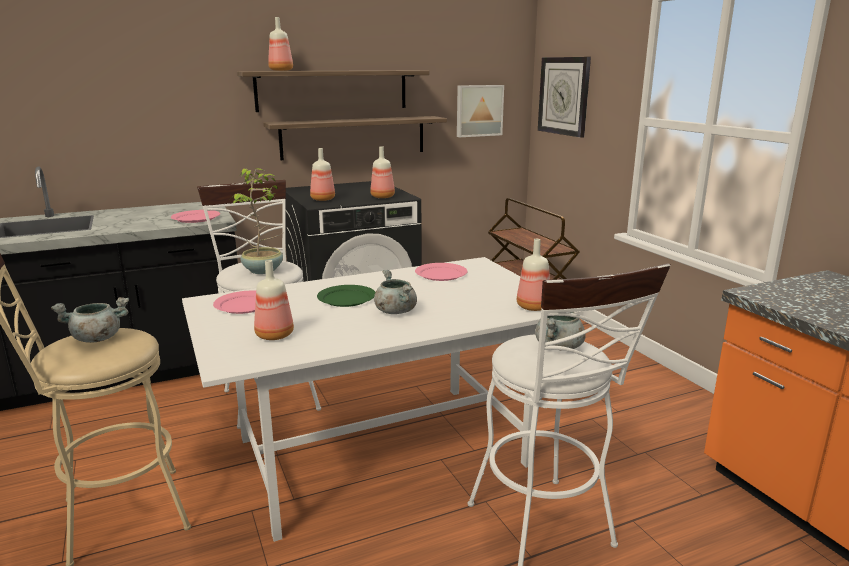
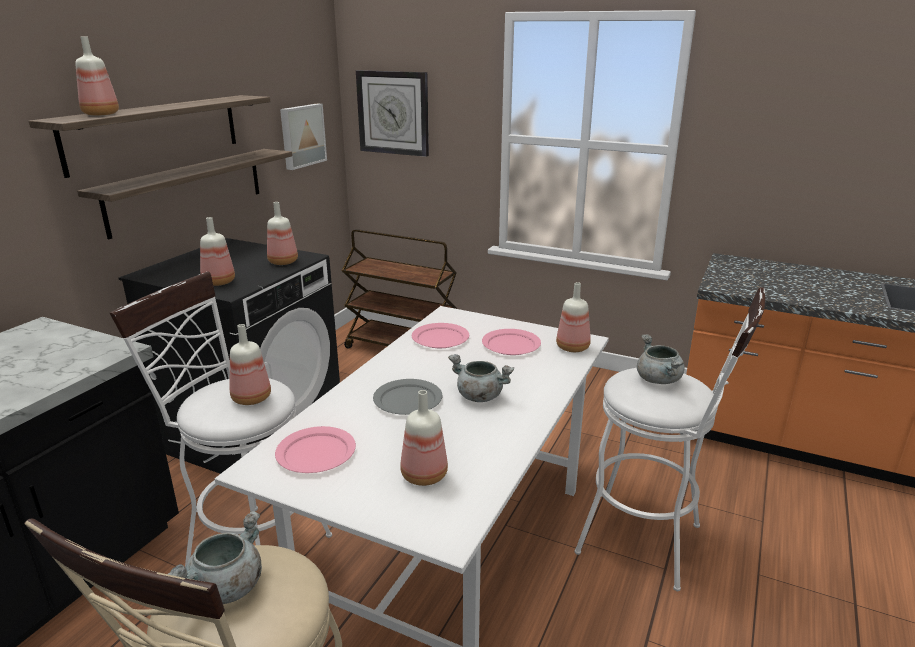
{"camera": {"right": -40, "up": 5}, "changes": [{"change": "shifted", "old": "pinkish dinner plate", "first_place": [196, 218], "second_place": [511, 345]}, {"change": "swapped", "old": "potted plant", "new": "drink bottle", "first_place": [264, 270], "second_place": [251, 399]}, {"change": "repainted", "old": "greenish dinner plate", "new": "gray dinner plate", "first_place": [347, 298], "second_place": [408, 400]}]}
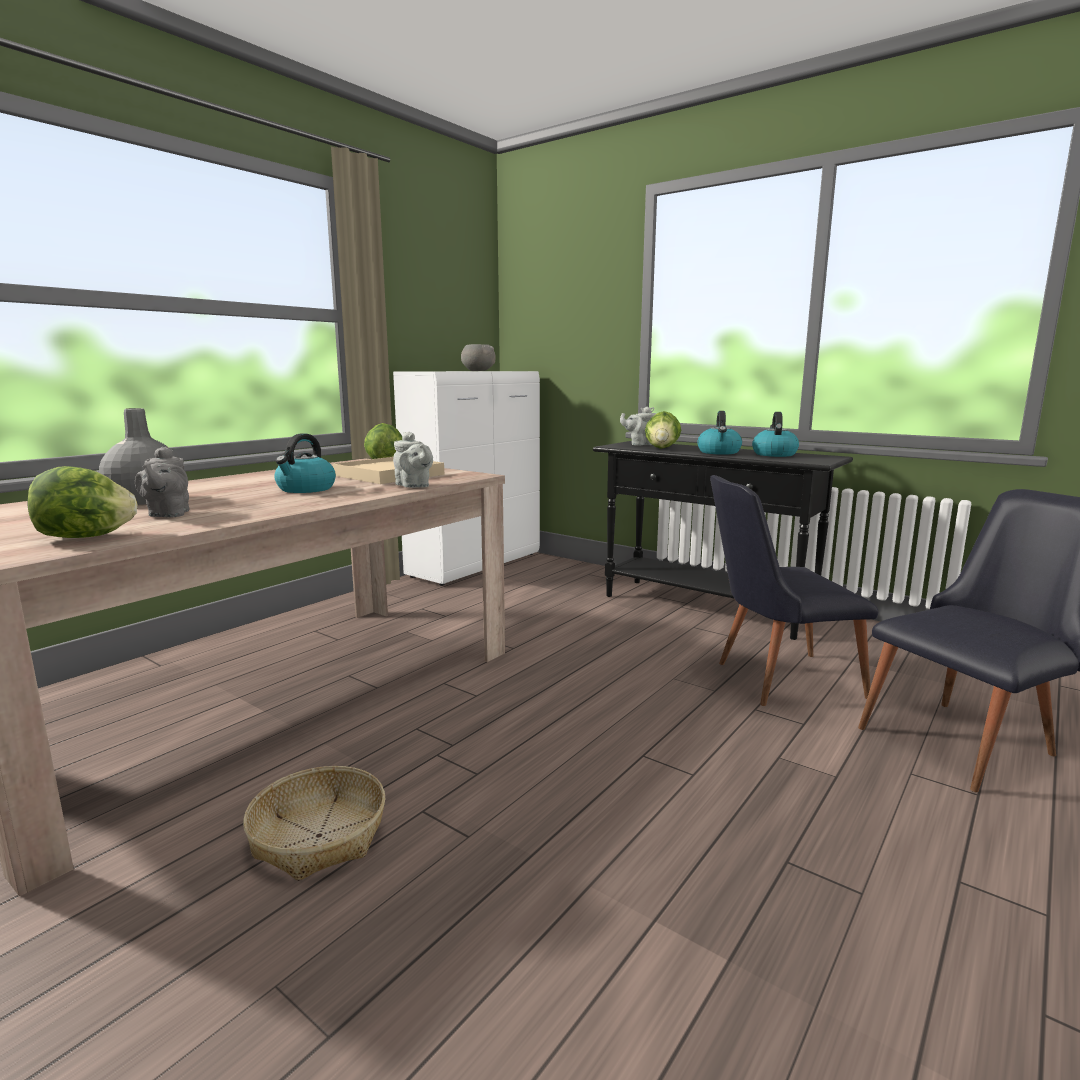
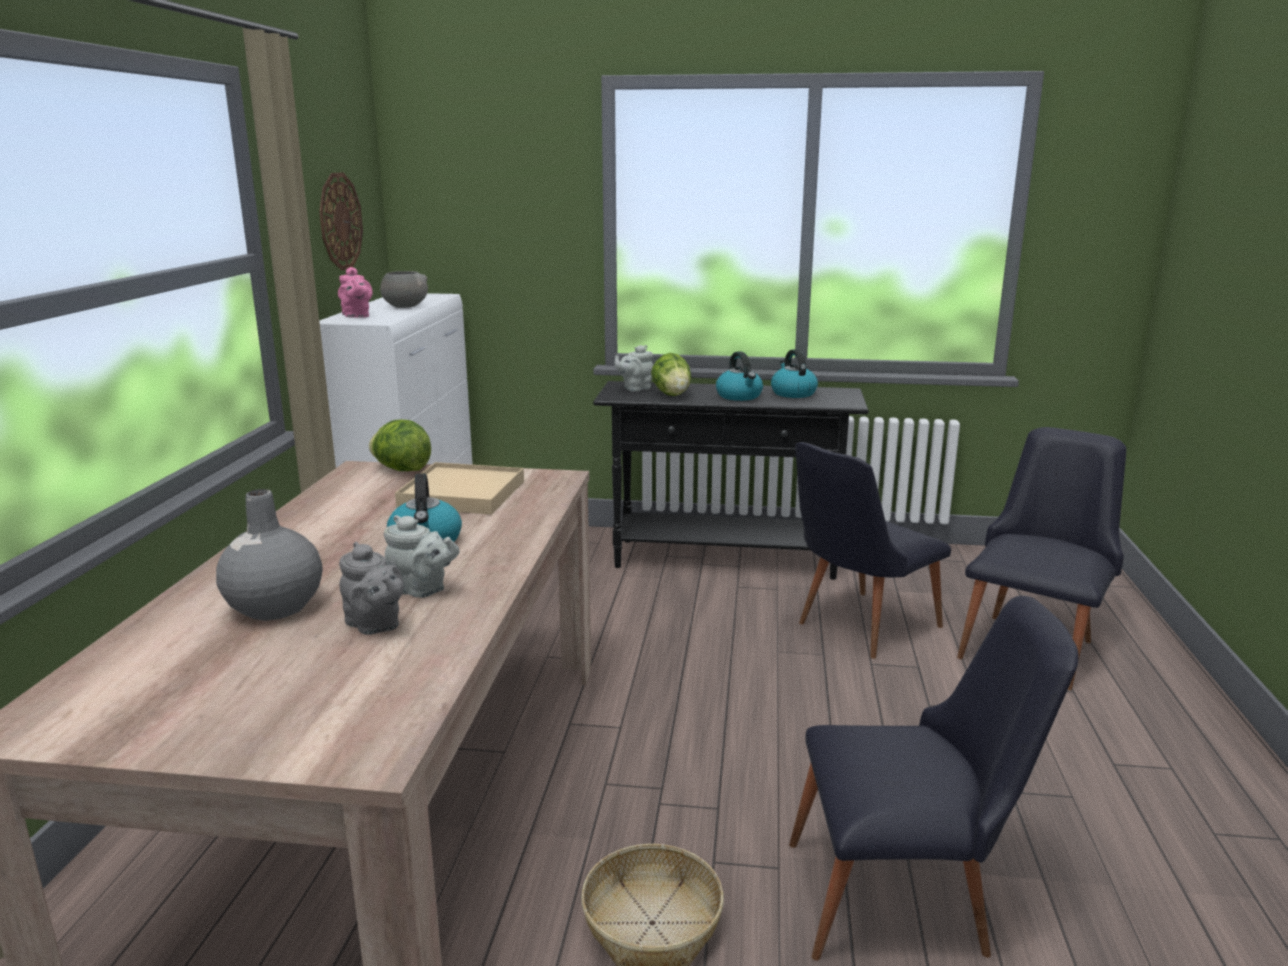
{"camera": {"right": -30, "up": 5}, "changes": [{"change": "gone", "old": "lettuce", "first_place": [86, 537]}, {"change": "new", "new": "clock on the wall", "second_place": [340, 221]}, {"change": "new", "new": "pinkish teapot", "second_place": [356, 316]}, {"change": "new", "new": "black chair", "second_place": [907, 901]}, {"change": "shifted", "old": "gray teapot", "first_place": [414, 486], "second_place": [421, 590]}]}
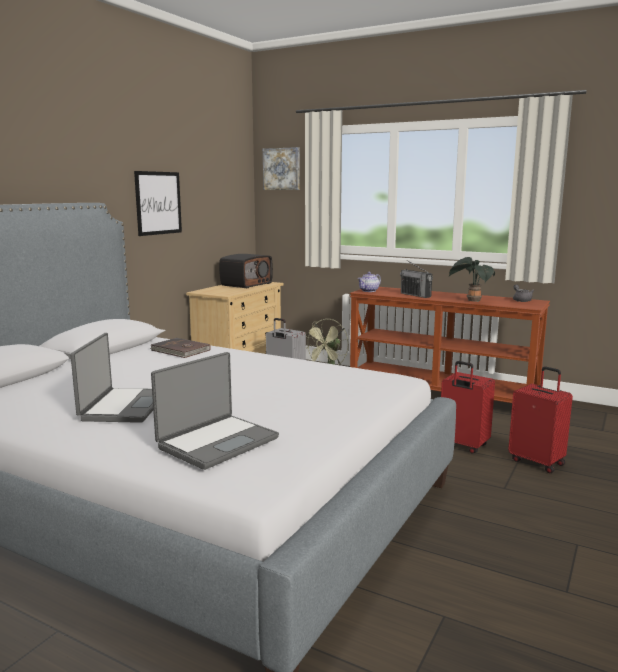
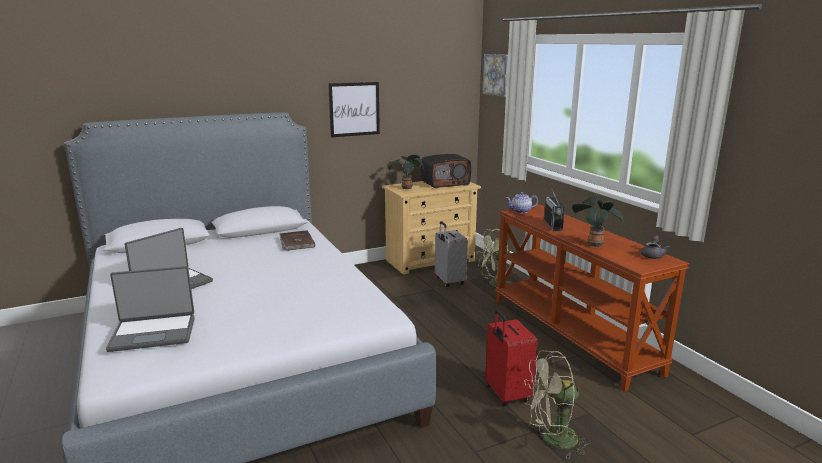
{"camera": {"right": 35, "up": 5}, "changes": [{"change": "new", "new": "potted plant", "second_place": [407, 188]}, {"change": "swapped", "old": "red-coloured travel case", "new": "beige cooling fan", "first_place": [537, 462], "second_place": [552, 440]}]}
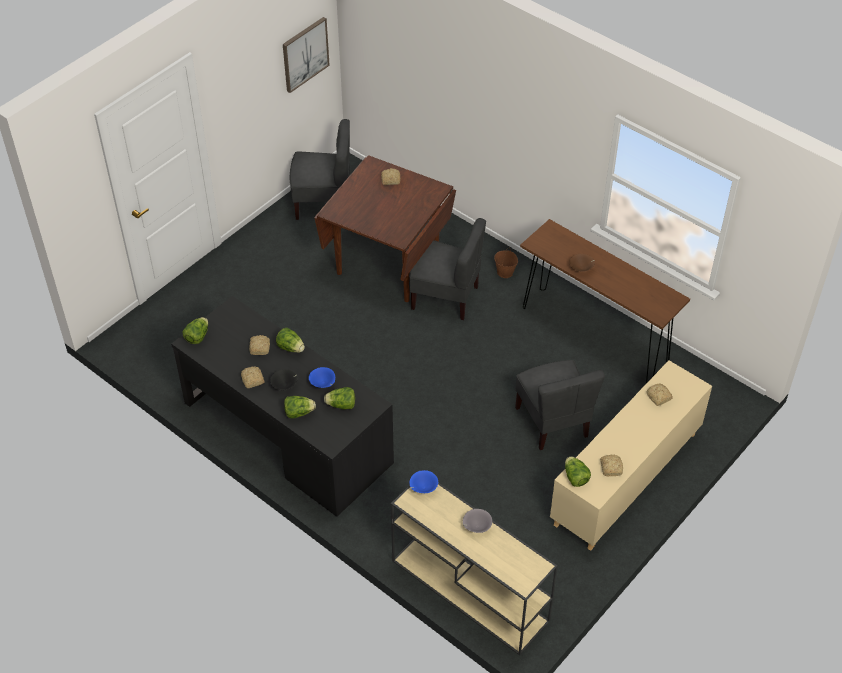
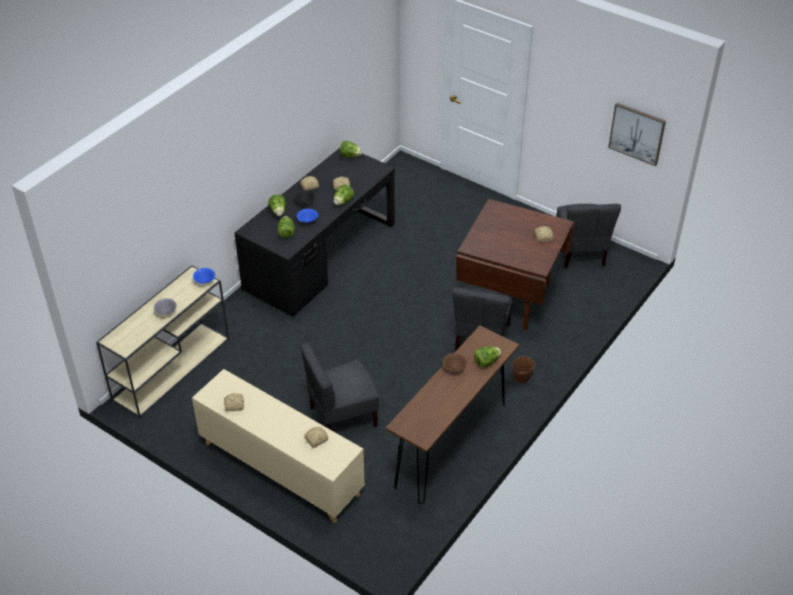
{"camera": {"right": 85, "up": -5}, "changes": [{"change": "shifted", "old": "lettuce", "first_place": [575, 477], "second_place": [486, 362]}]}
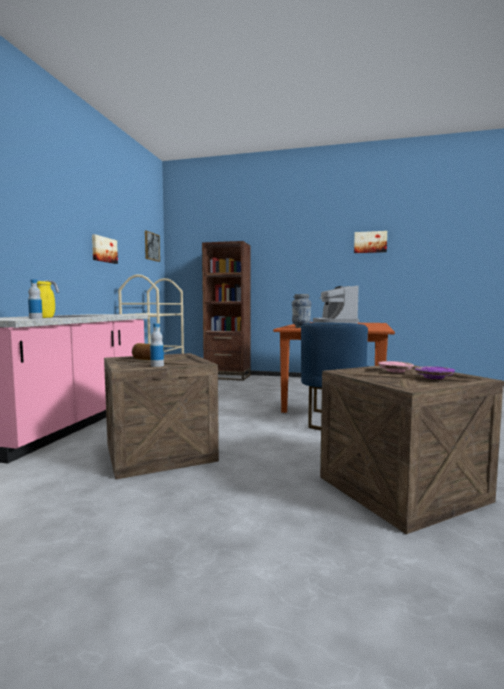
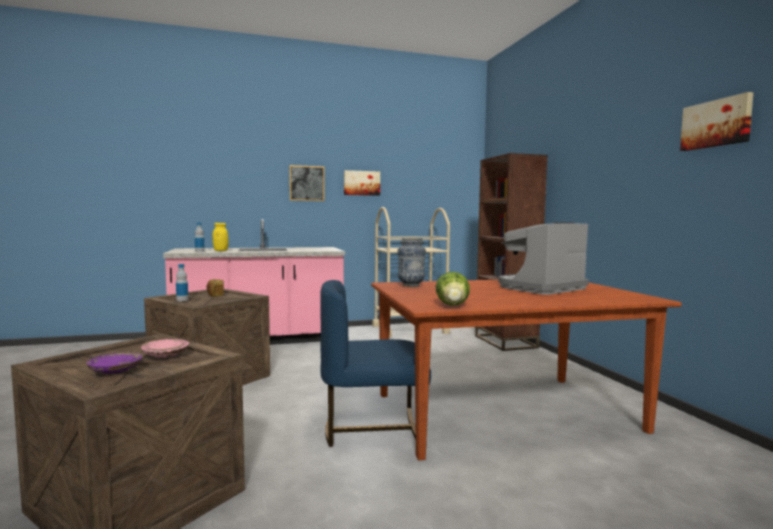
{"camera": {"right": 60, "up": 0}, "changes": [{"change": "new", "new": "lettuce", "second_place": [453, 306]}, {"change": "shifted", "old": "wall picture", "first_place": [151, 246], "second_place": [307, 183]}]}
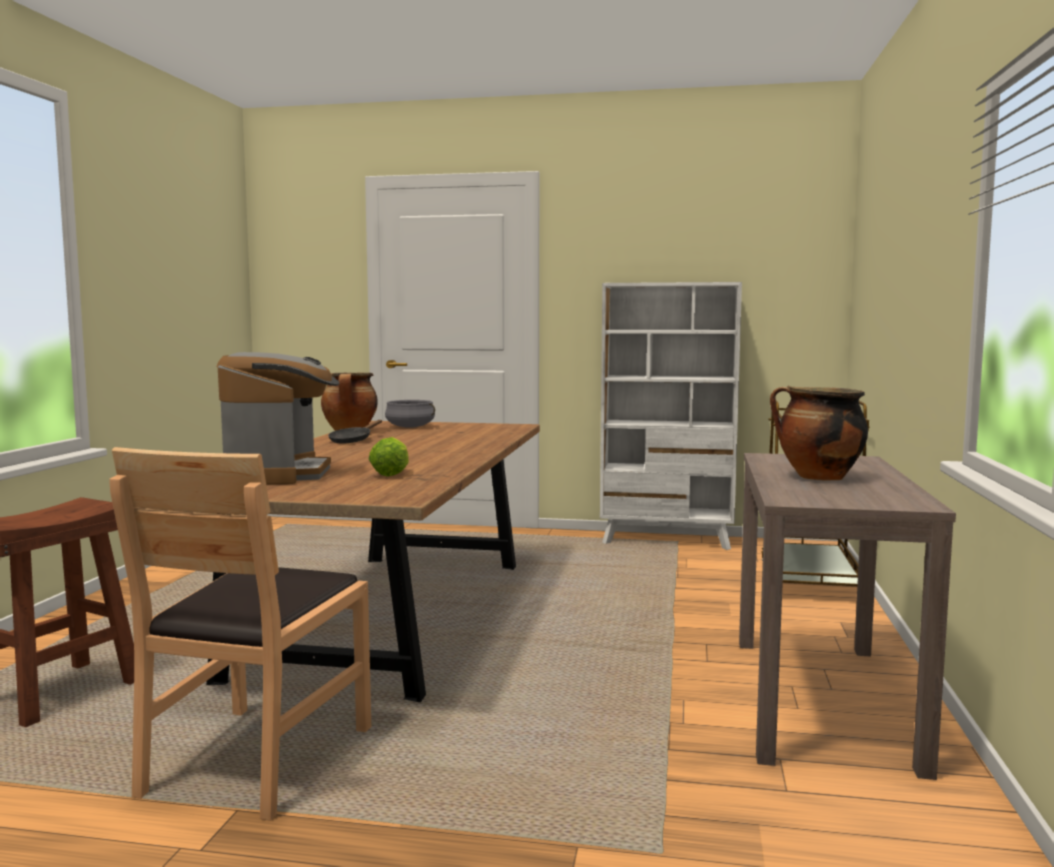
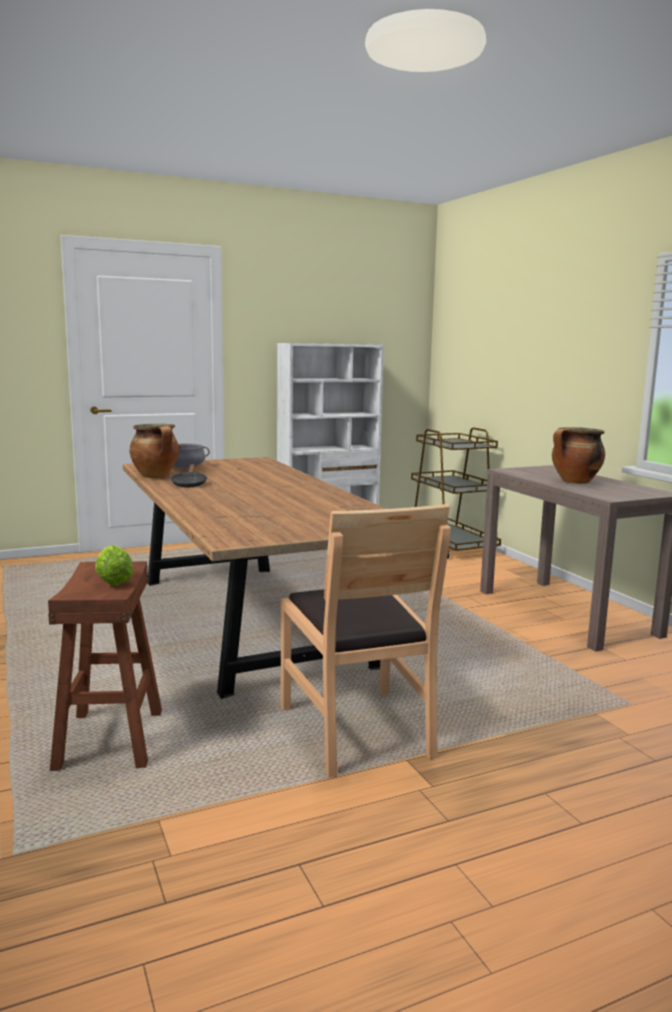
{"camera": {"right": -35, "up": 5}, "changes": [{"change": "gone", "old": "coffee brewer", "first_place": [280, 474]}, {"change": "shifted", "old": "lettuce", "first_place": [392, 474], "second_place": [113, 580]}]}
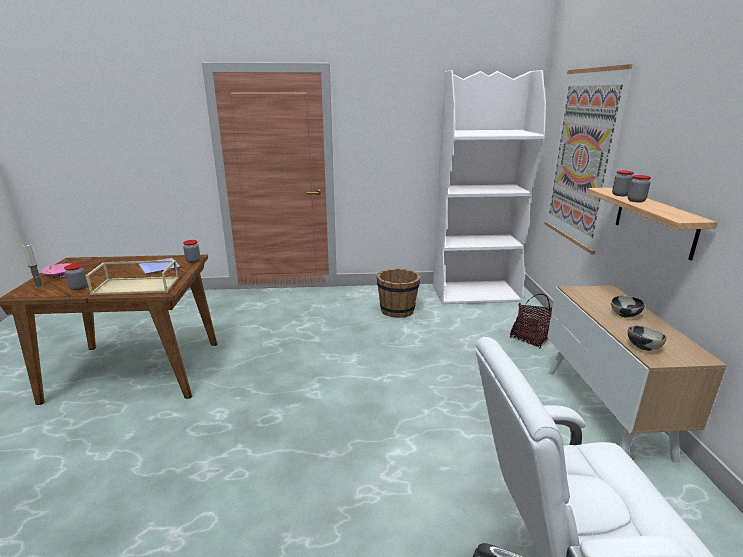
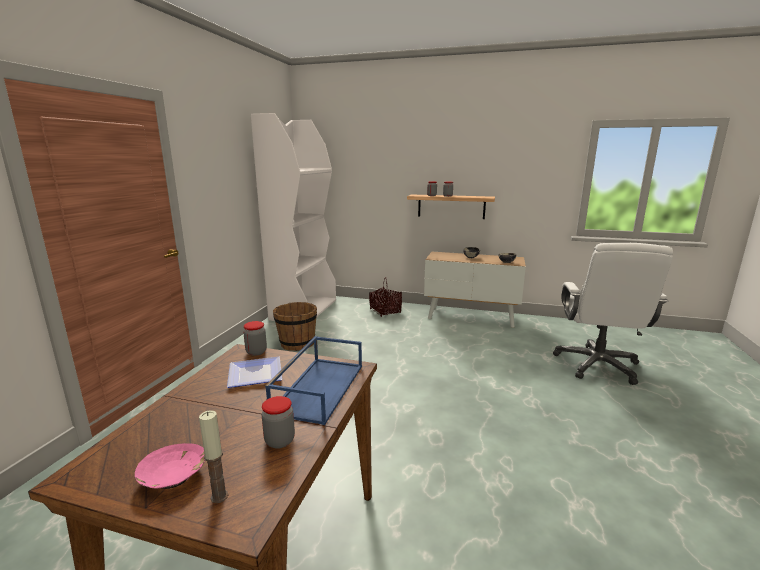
{"camera": {"right": -70, "up": -5}, "changes": [{"change": "gone", "old": "wall picture", "first_place": [582, 158]}, {"change": "repainted", "old": "beige tray", "new": "bluish tray", "first_place": [137, 285], "second_place": [319, 387]}]}
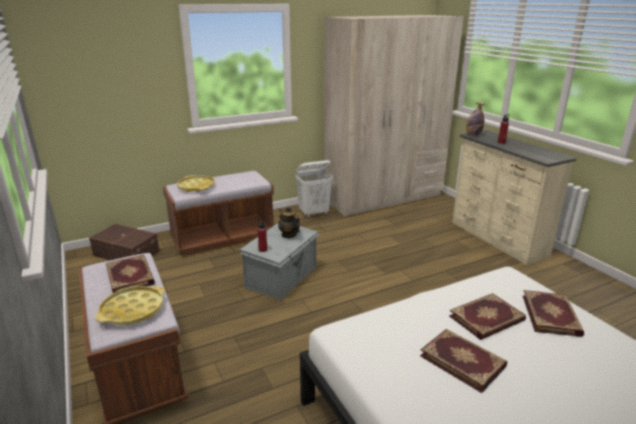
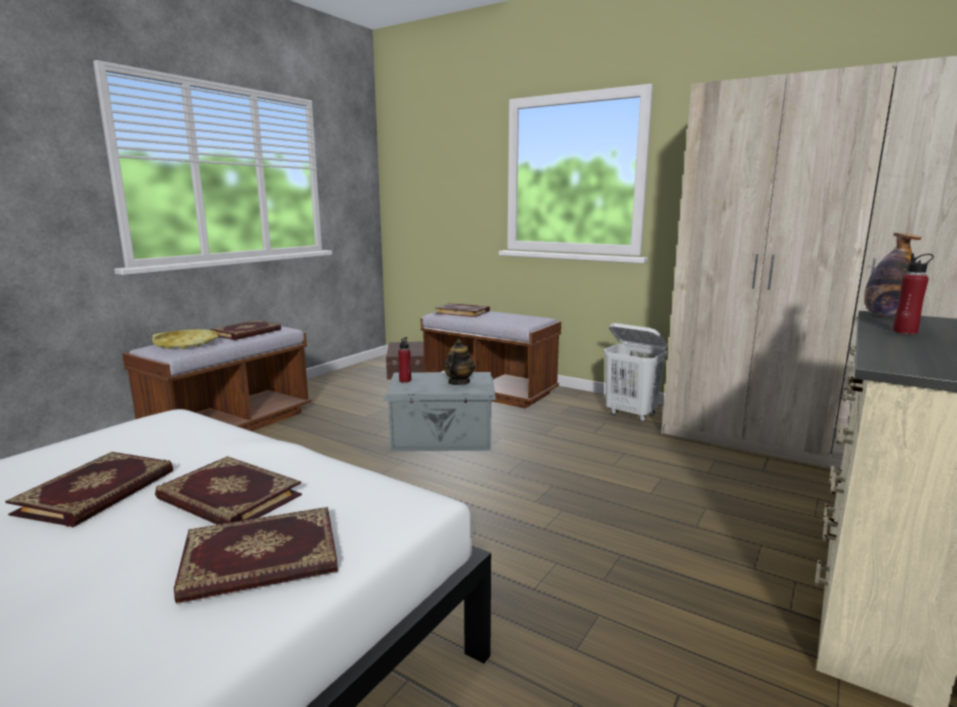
{"camera": {"right": 60, "up": -10}, "changes": [{"change": "swapped", "old": "yellow tray", "new": "bound book", "first_place": [196, 187], "second_place": [463, 312]}]}
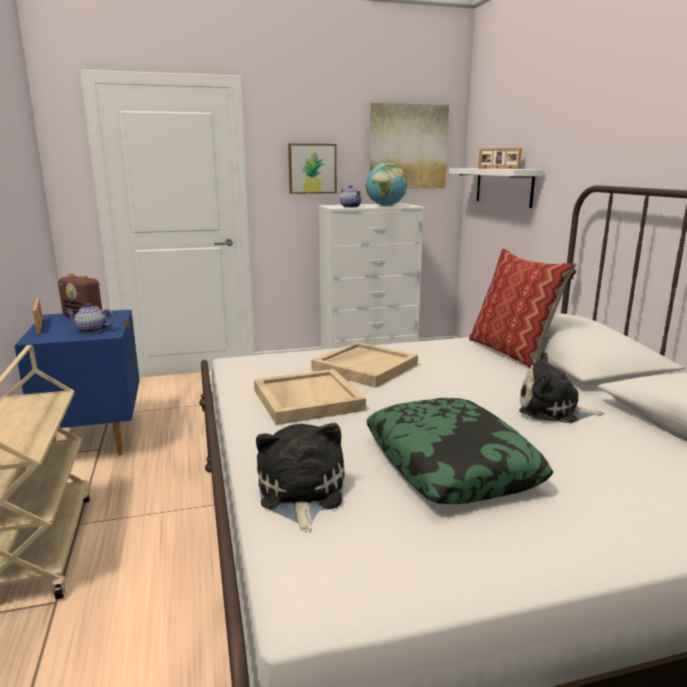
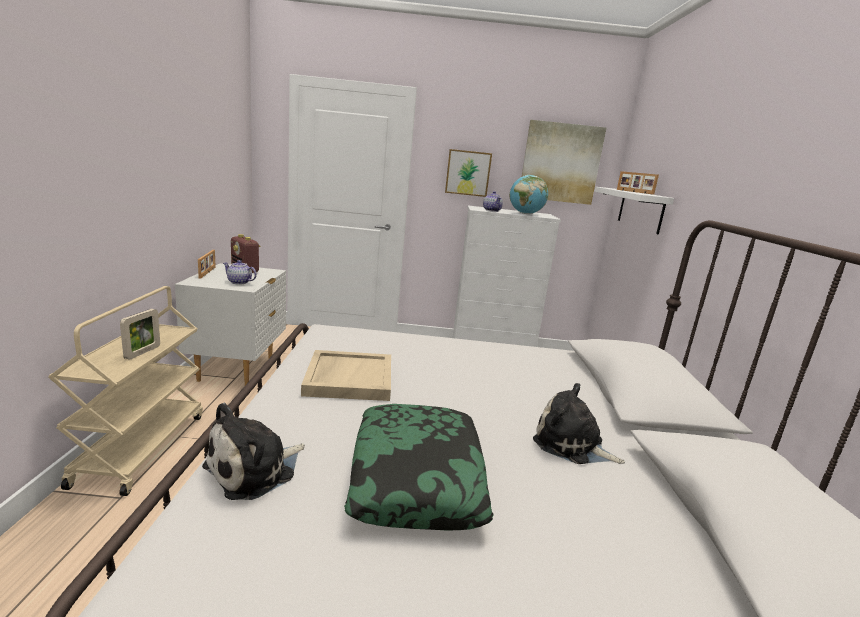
{"camera": {"right": 15, "up": 0}, "changes": [{"change": "gone", "old": "beige tray", "first_place": [365, 367]}, {"change": "gone", "old": "throw pillow", "first_place": [512, 352]}, {"change": "new", "new": "picture frame", "second_place": [142, 352]}, {"change": "repainted", "old": "bluish night table", "new": "white-coloured night table", "first_place": [95, 439], "second_place": [238, 369]}, {"change": "rotated", "old": "plush toy", "first_place": [300, 494], "second_place": [255, 470], "degrees": -150}]}
